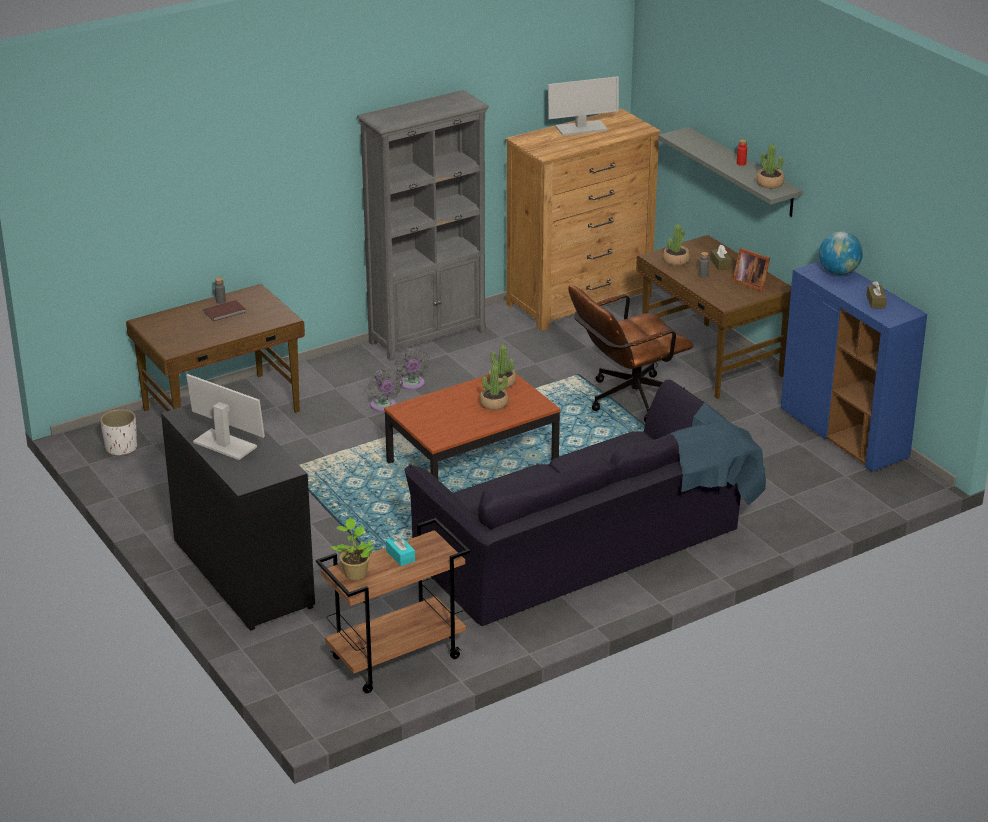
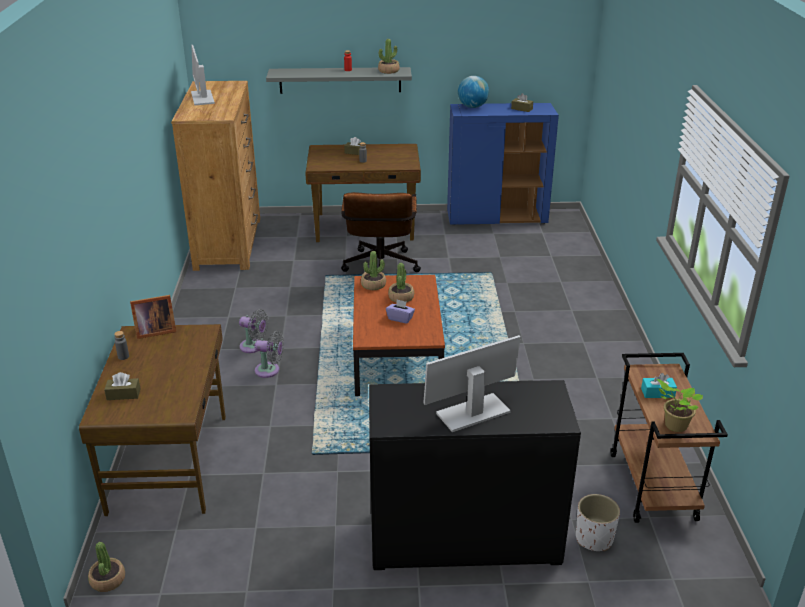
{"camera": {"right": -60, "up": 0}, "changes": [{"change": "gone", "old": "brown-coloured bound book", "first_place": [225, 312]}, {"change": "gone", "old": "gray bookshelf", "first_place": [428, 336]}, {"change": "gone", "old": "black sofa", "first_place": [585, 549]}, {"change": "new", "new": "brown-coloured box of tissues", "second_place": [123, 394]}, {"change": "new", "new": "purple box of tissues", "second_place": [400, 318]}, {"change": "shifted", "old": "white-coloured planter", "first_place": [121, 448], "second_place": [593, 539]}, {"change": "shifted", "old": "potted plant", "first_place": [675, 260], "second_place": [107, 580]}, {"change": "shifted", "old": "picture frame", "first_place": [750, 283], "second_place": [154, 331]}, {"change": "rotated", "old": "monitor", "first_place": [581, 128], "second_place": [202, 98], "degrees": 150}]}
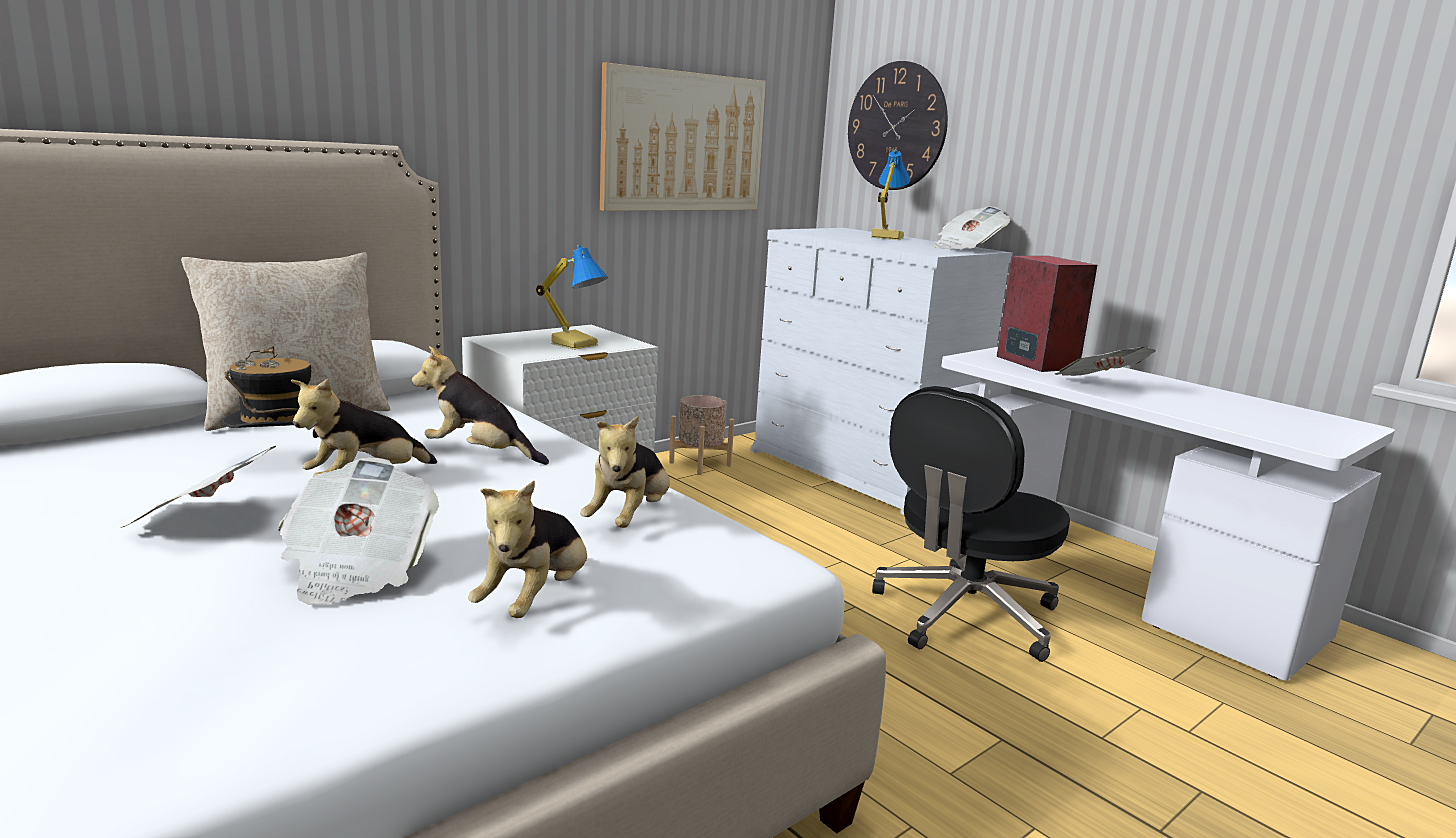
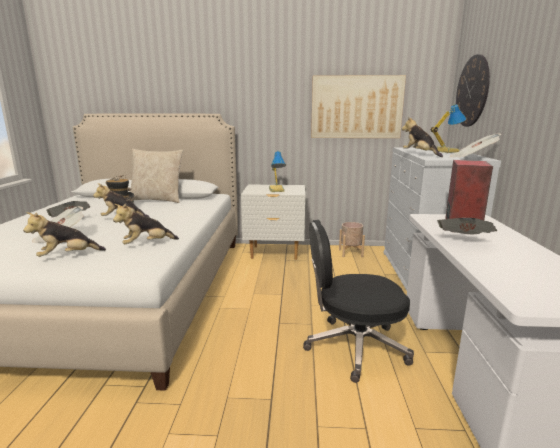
{"camera": {"right": 45, "up": 0}, "changes": [{"change": "shifted", "old": "plush toy", "first_place": [479, 454], "second_place": [419, 154]}]}
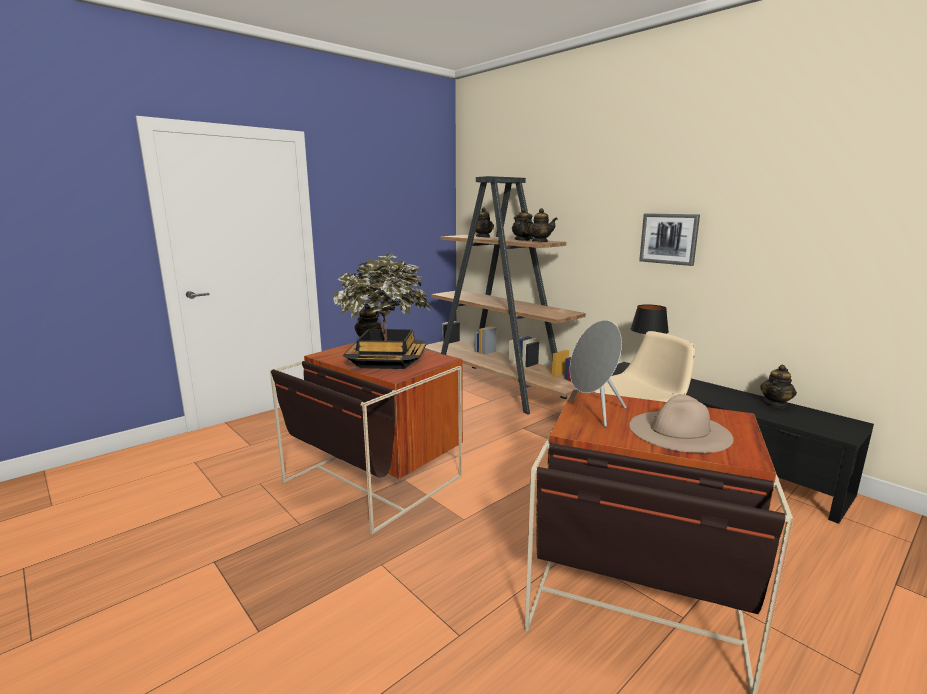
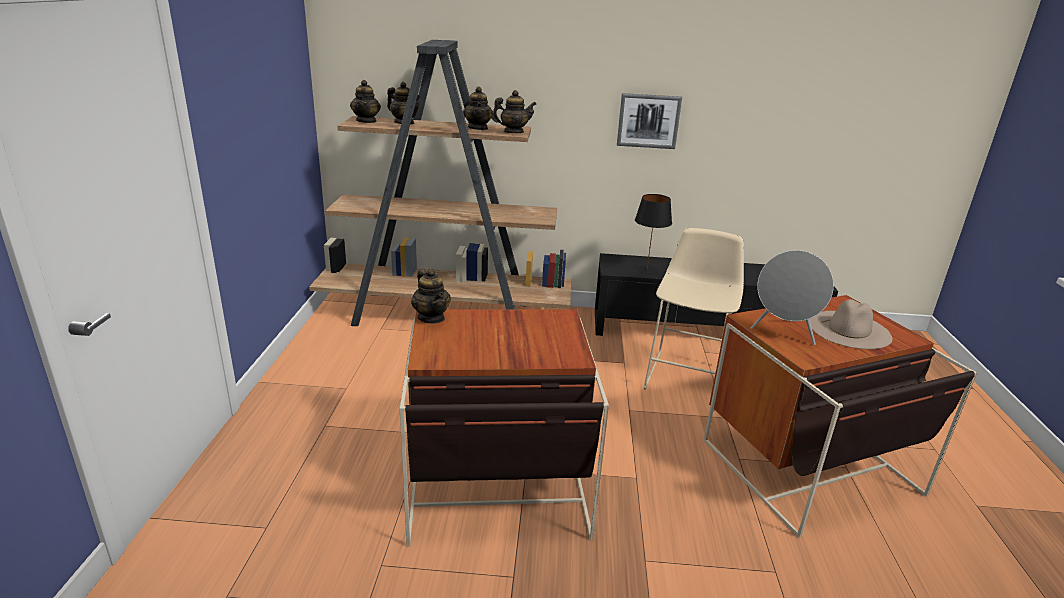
{"camera": {"right": -45, "up": 10}, "changes": [{"change": "gone", "old": "potted plant", "first_place": [386, 361]}, {"change": "shifted", "old": "teapot", "first_place": [775, 404], "second_place": [366, 121]}]}
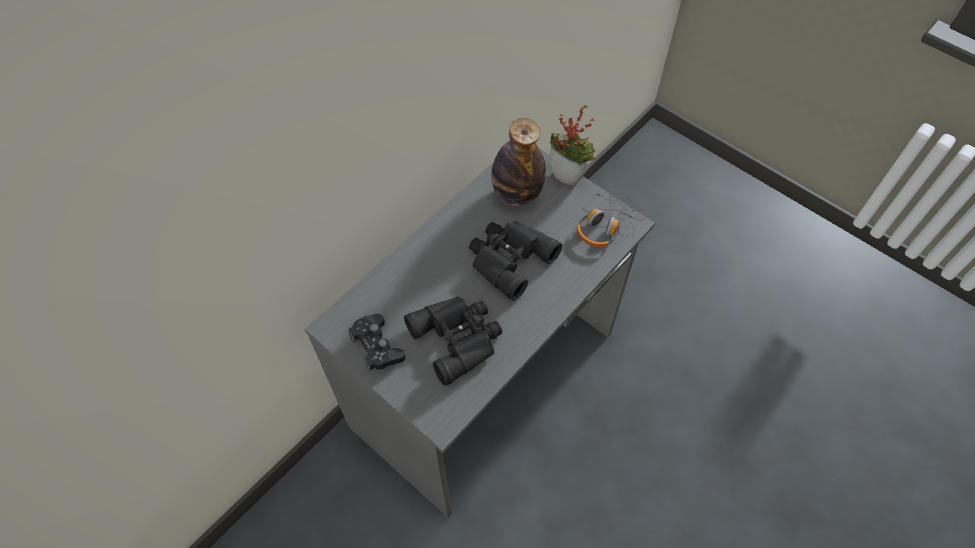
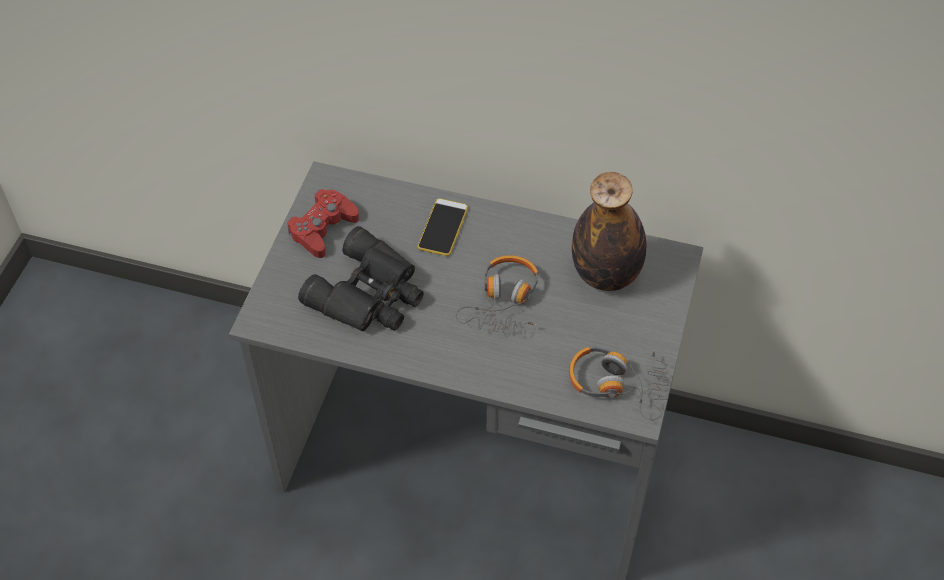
{"camera": {"right": 65, "up": -5}, "changes": [{"change": "gone", "old": "potted plant", "first_place": [569, 176]}, {"change": "new", "new": "telephone", "second_place": [443, 228]}, {"change": "swapped", "old": "black field glasses", "new": "headphones", "first_place": [508, 259], "second_place": [503, 301]}, {"change": "repainted", "old": "black gamepad", "new": "red-coloured gamepad", "first_place": [377, 346], "second_place": [323, 228]}]}
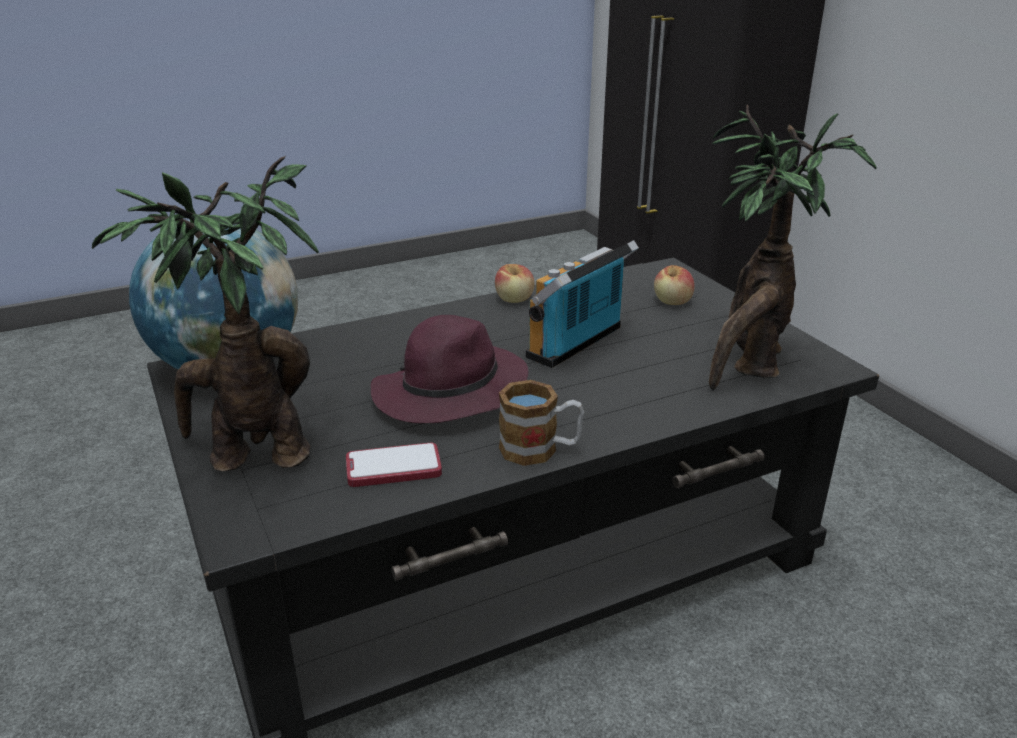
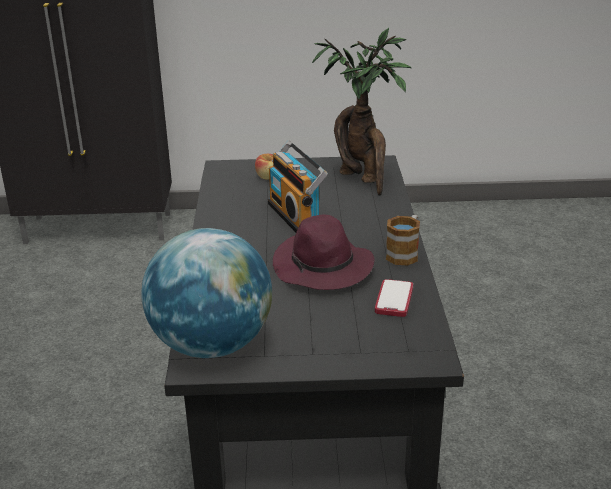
{"camera": {"right": -65, "up": 0}, "changes": [{"change": "gone", "old": "potted plant", "first_place": [250, 455]}, {"change": "gone", "old": "apple fruit", "first_place": [514, 299]}]}
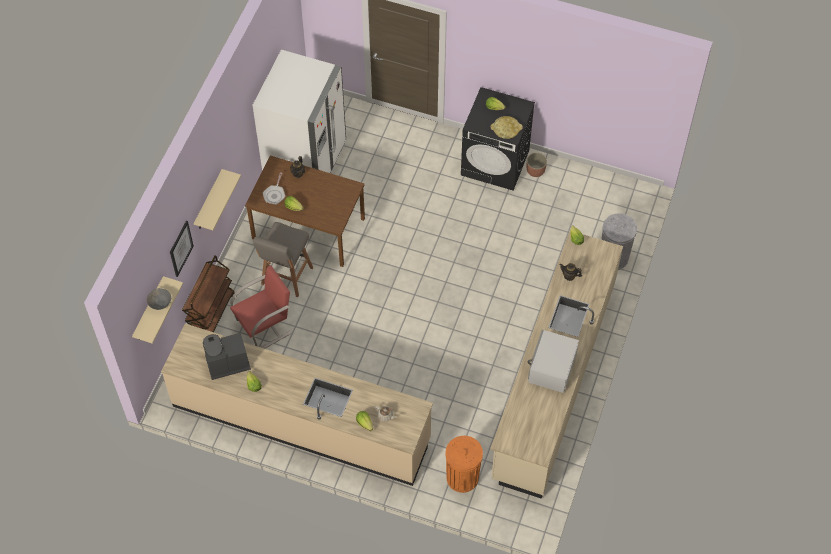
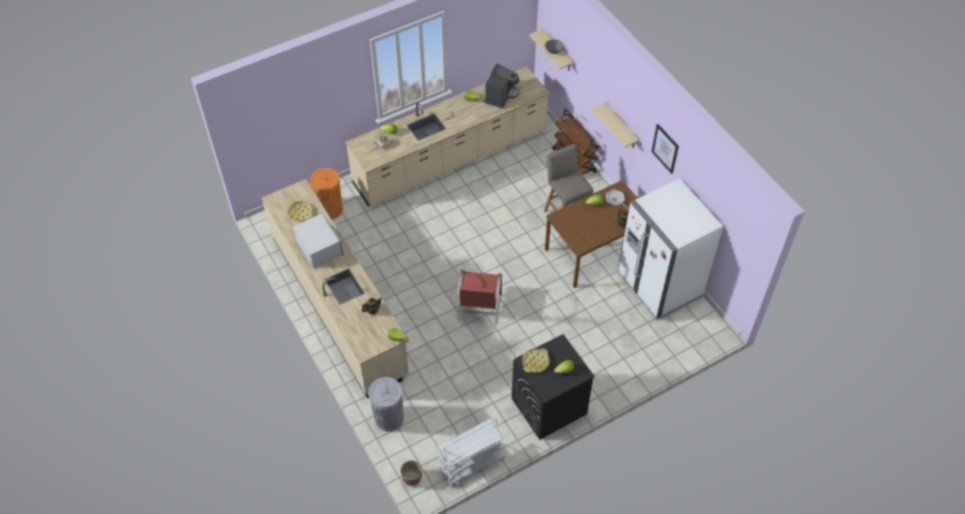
{"camera": {"right": 130, "up": -5}, "changes": [{"change": "new", "new": "yellow tray", "second_place": [300, 213]}, {"change": "new", "new": "white-coloured cart", "second_place": [470, 464]}, {"change": "shifted", "old": "wall picture", "first_place": [181, 248], "second_place": [665, 148]}, {"change": "shifted", "old": "red-coloured chair", "first_place": [264, 326], "second_place": [479, 308]}, {"change": "shifted", "old": "planter", "first_place": [535, 171], "second_place": [411, 478]}]}
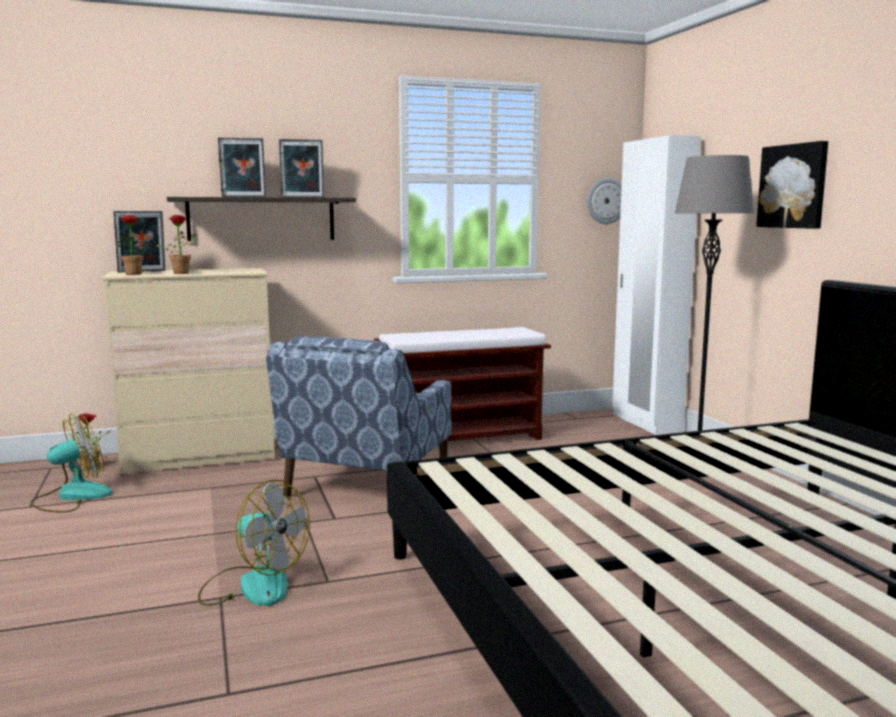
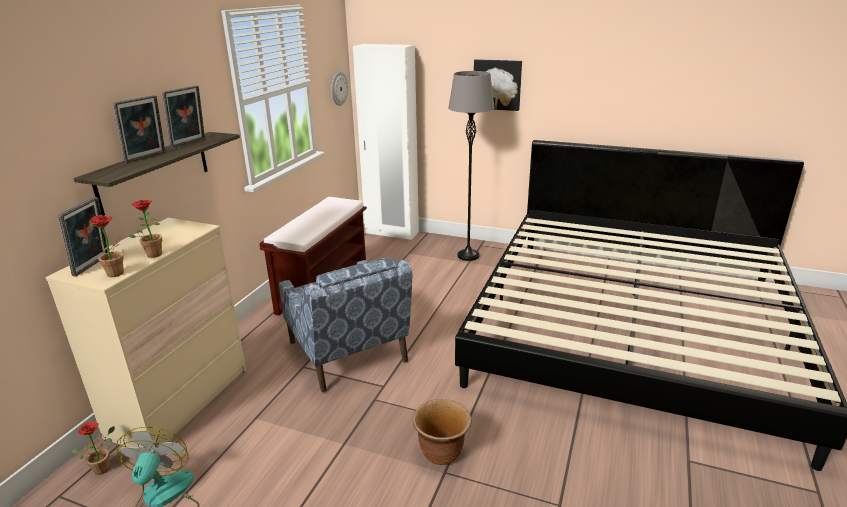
{"camera": {"right": -50, "up": 15}, "changes": [{"change": "swapped", "old": "cooling fan", "new": "brown-coloured planter", "first_place": [253, 585], "second_place": [442, 453]}]}
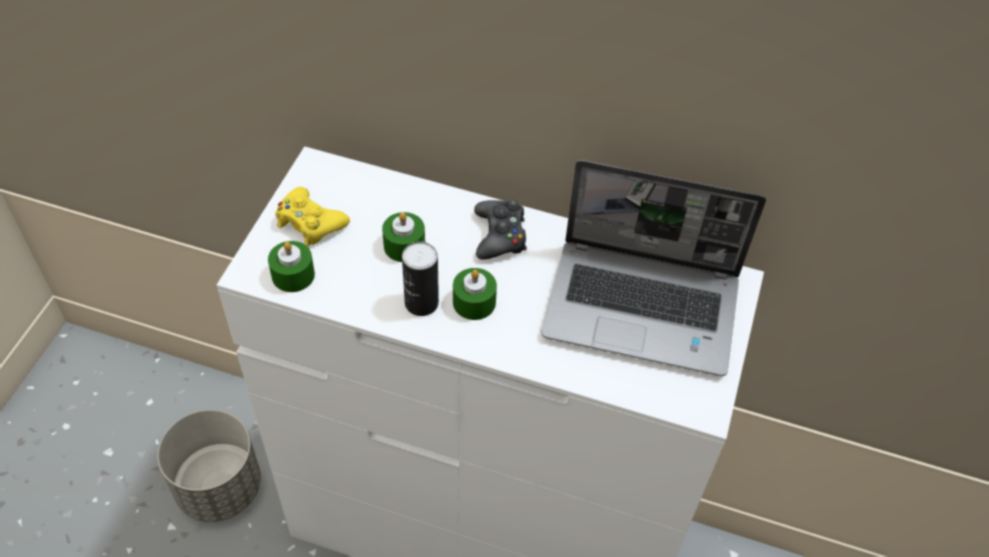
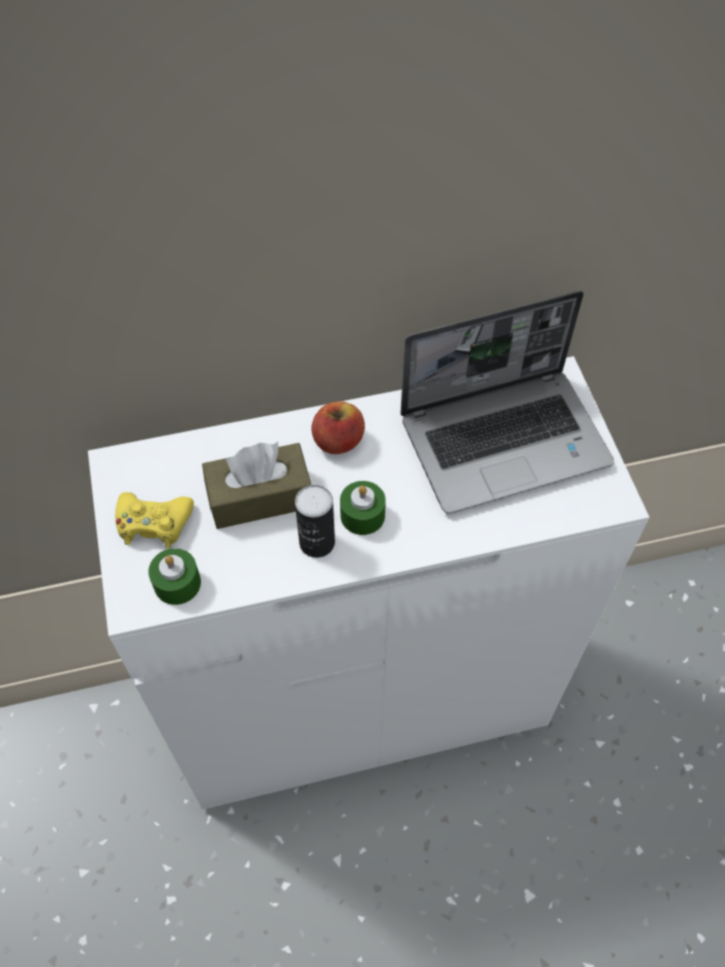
{"camera": {"right": -30, "up": 5}, "changes": [{"change": "gone", "old": "gray planter", "first_place": [220, 487]}, {"change": "swapped", "old": "greenish wax candle", "new": "brown-coloured box of tissues", "first_place": [404, 245], "second_place": [260, 497]}, {"change": "swapped", "old": "black gamepad", "new": "apple fruit", "first_place": [500, 235], "second_place": [338, 441]}]}
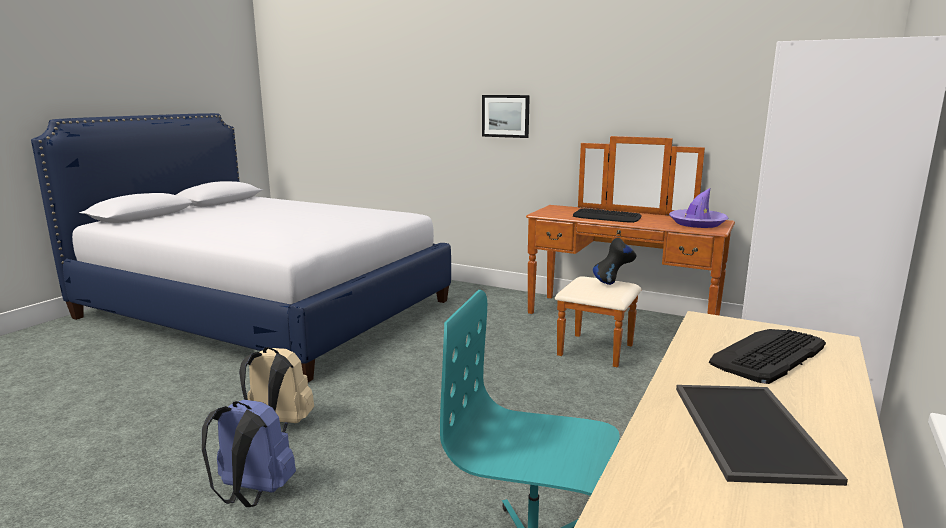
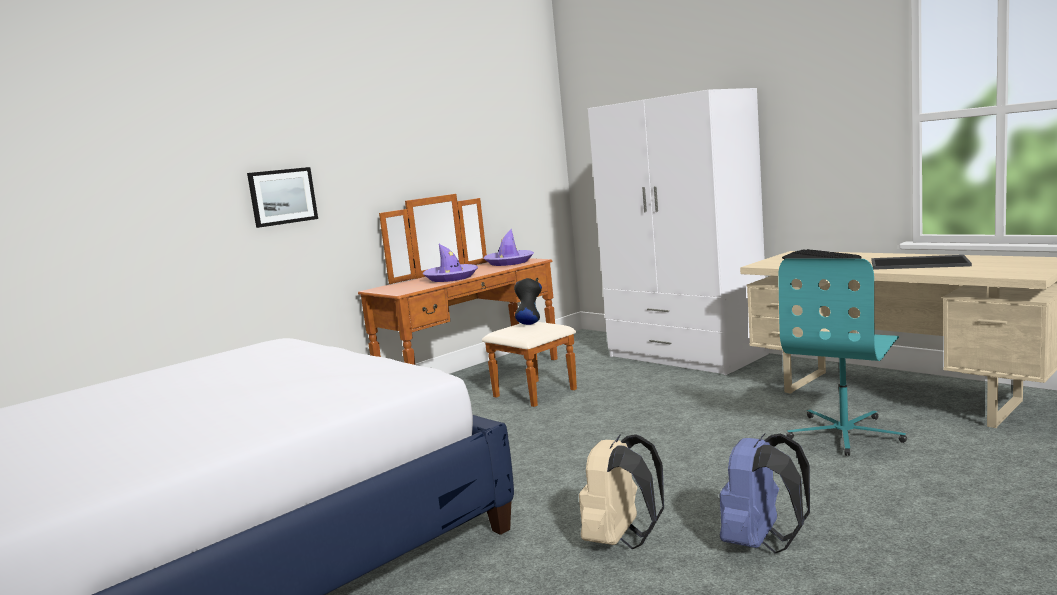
{"camera": {"right": -70, "up": -5}, "changes": [{"change": "swapped", "old": "keyboard", "new": "purple hat", "first_place": [606, 217], "second_place": [451, 278]}]}
